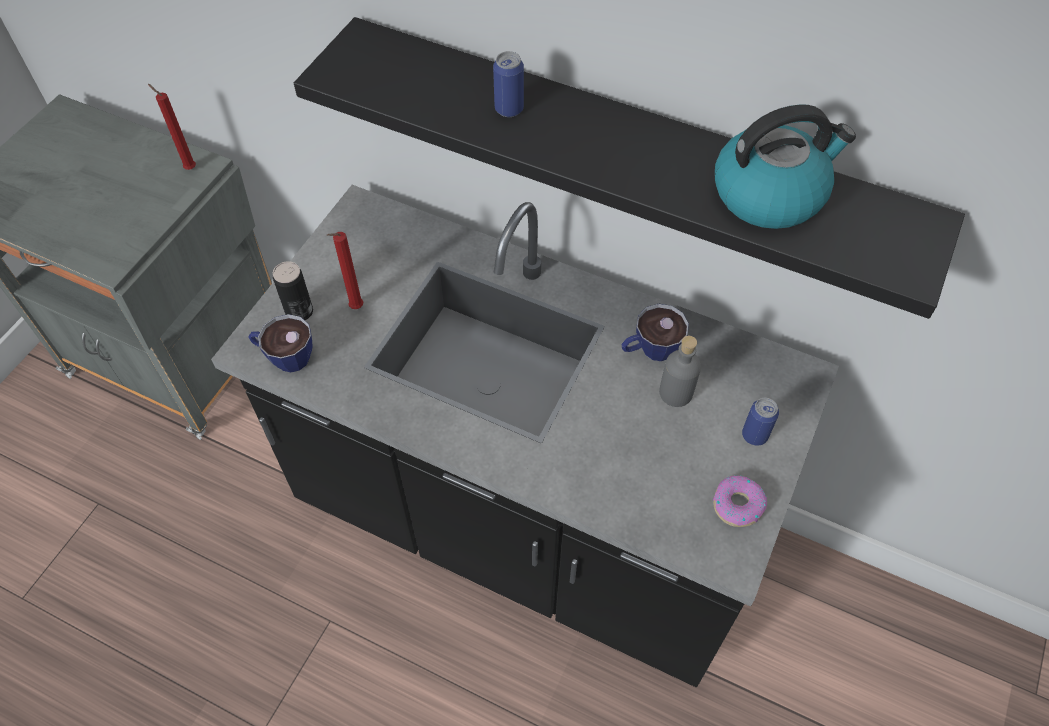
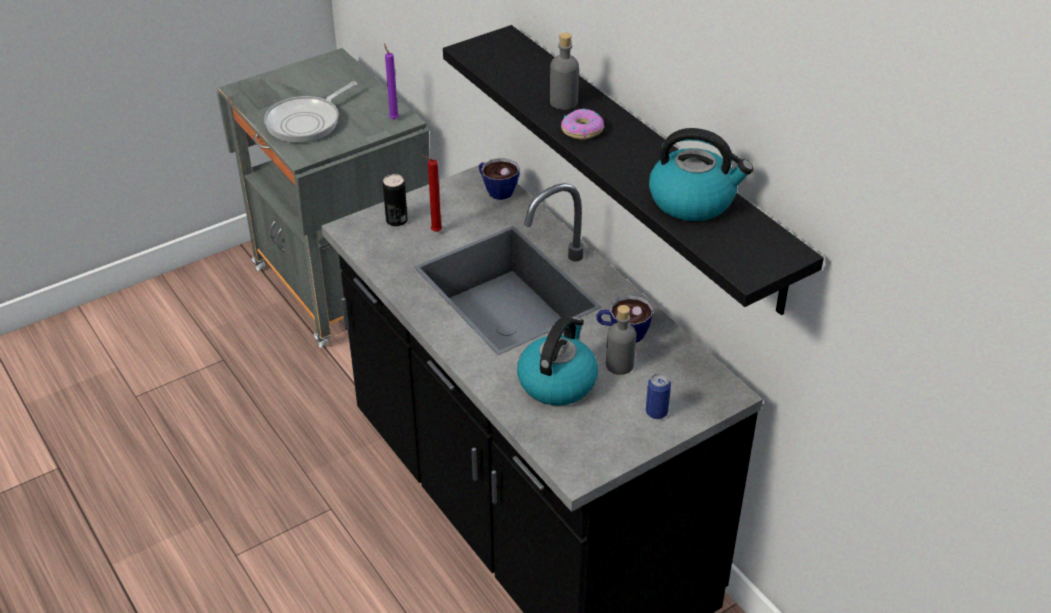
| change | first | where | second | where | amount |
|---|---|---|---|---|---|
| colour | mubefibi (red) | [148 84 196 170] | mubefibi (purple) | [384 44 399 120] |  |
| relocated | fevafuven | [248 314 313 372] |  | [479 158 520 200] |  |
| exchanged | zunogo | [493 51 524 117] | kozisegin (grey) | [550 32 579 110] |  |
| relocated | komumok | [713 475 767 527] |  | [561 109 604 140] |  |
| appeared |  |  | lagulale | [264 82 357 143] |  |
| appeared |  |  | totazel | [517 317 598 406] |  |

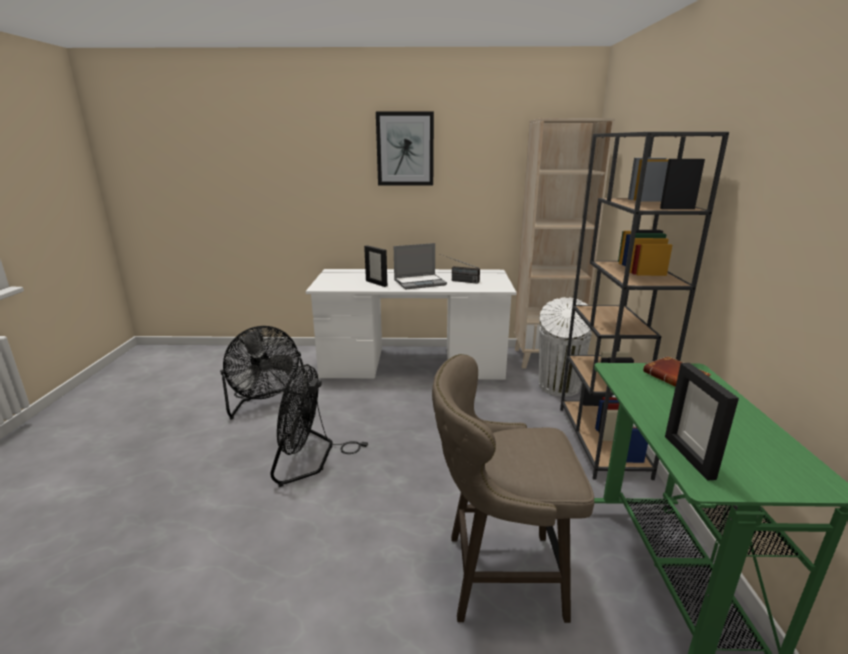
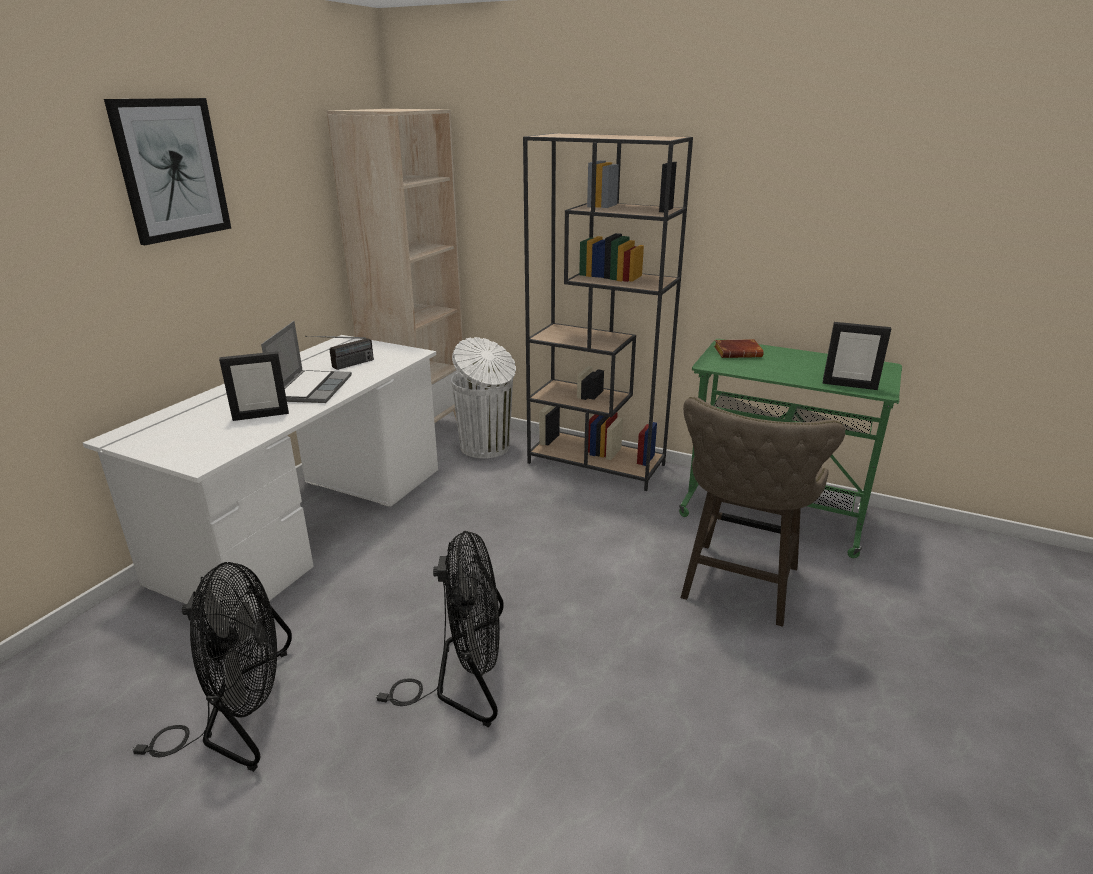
| change | first | where | second | where | amount |
|---|---|---|---|---|---|
| spun | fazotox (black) | [270 364 368 487] |  | [375 531 504 728] | 120 degrees counterclockwise |

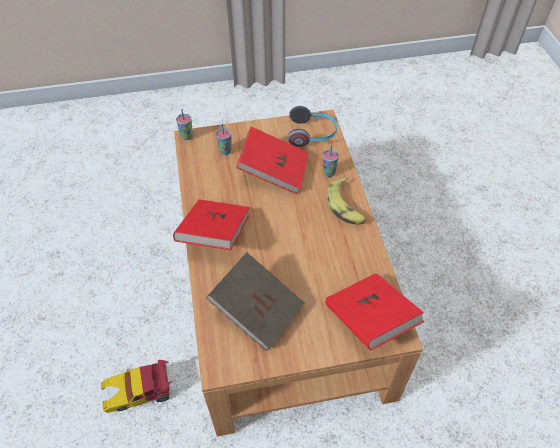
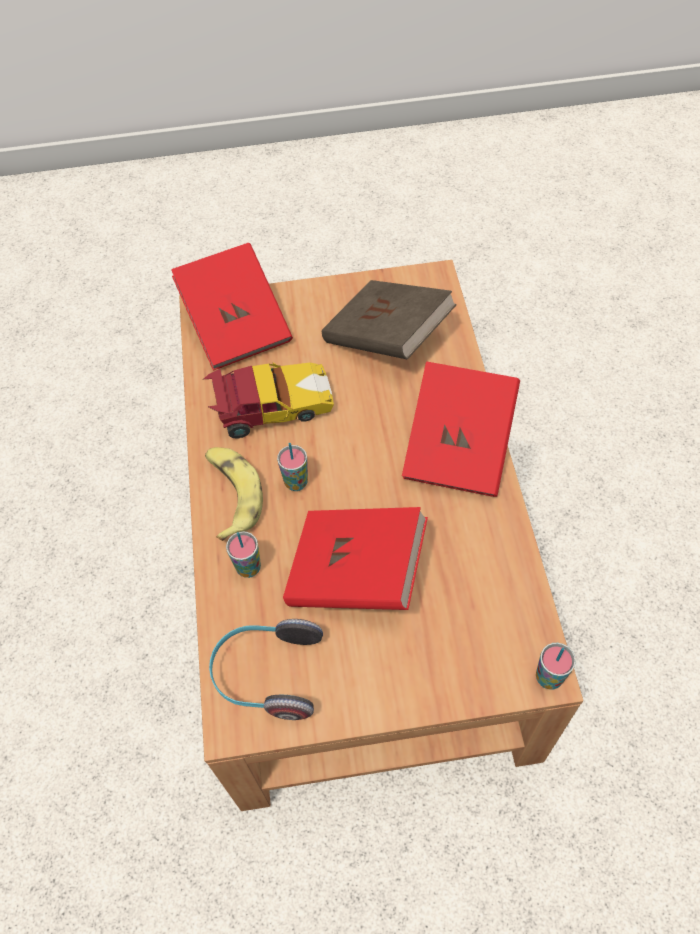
| change | first | where | second | where | amount |
|---|---|---|---|---|---|
| relocated | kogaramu | [101 360 172 413] |  | [204 362 334 438] |  |
| relocated | fevafuven | [216 124 232 155] |  | [277 443 308 491] |  |

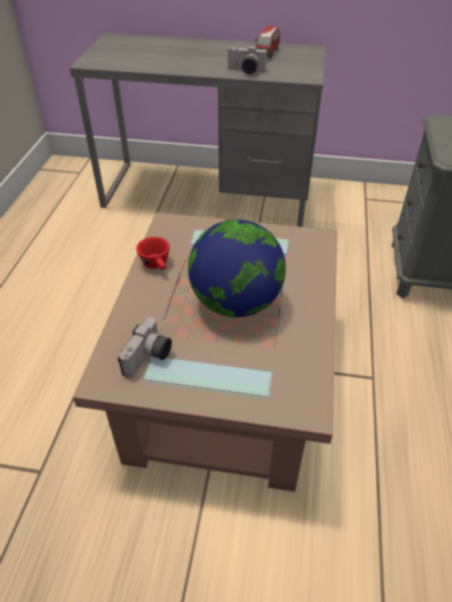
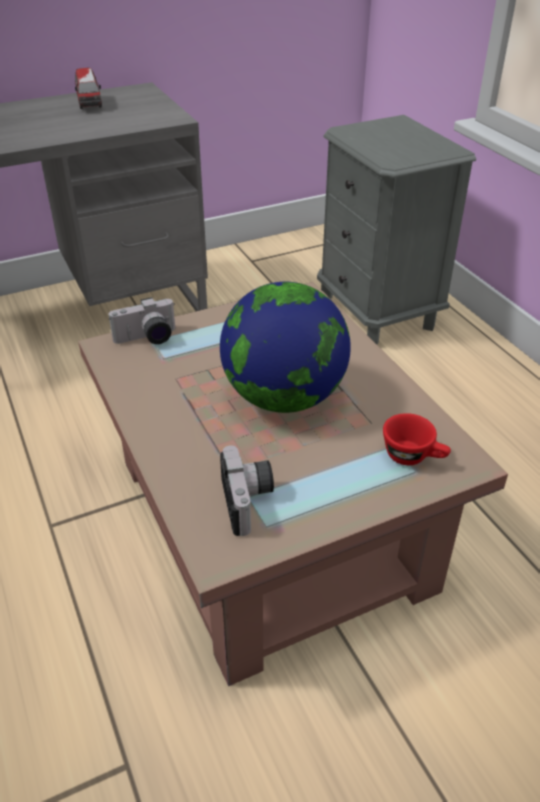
| change | first | where | second | where | amount |
|---|---|---|---|---|---|
| relocated | fevafuven (red) | [136 237 170 270] |  | [383 413 451 465] |  |
| relocated | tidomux | [227 45 267 74] |  | [108 297 175 344] |  |

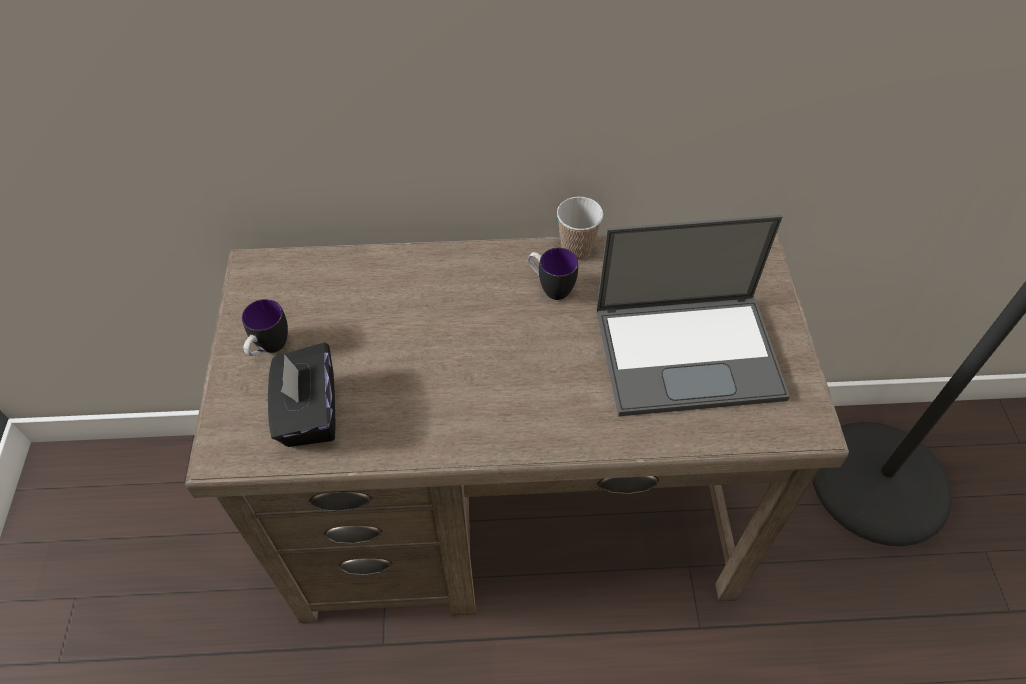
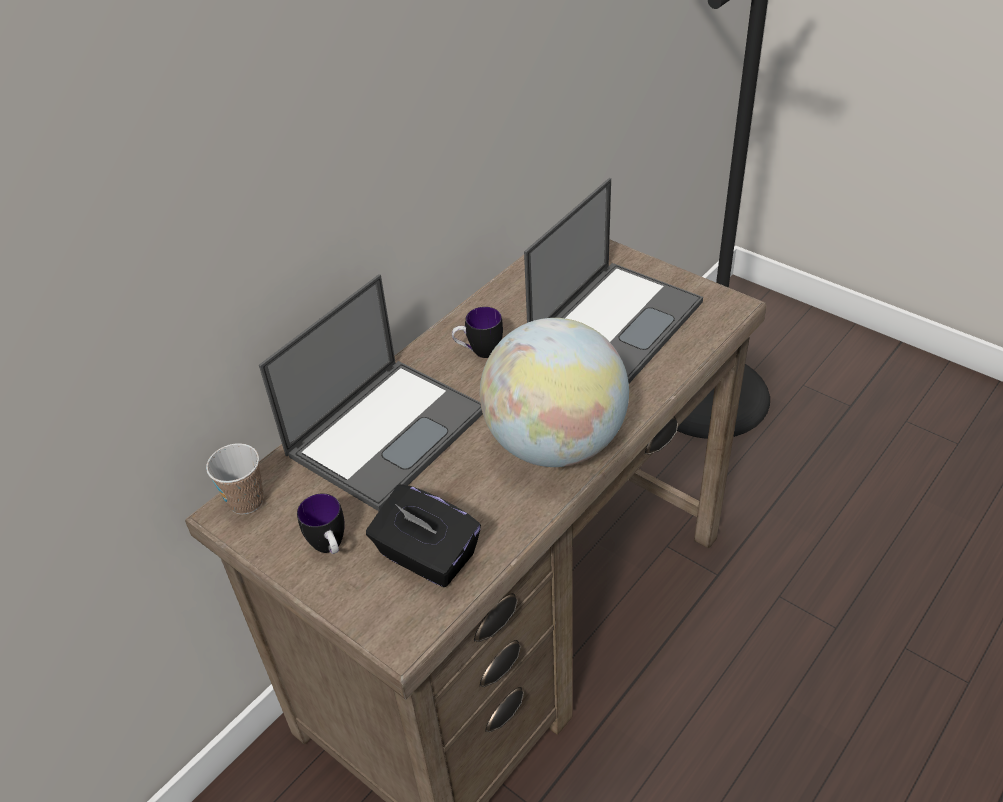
| change | first | where | second | where | amount |
|---|---|---|---|---|---|
| relocated | fevafuven | [557 197 604 260] |  | [206 443 263 514] |  |
| appeared |  |  | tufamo | [259 274 483 511] |  |
| appeared |  |  | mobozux | [480 318 629 467] |  |

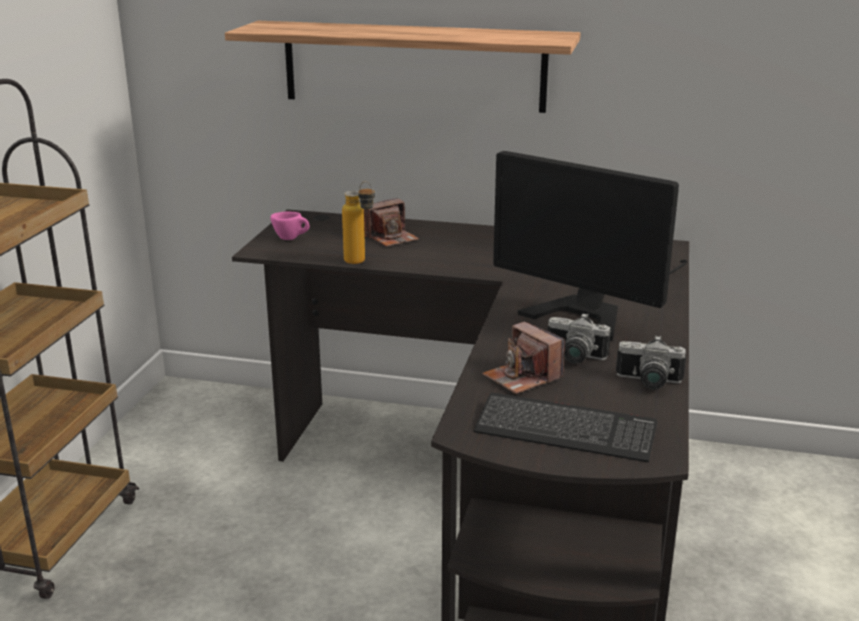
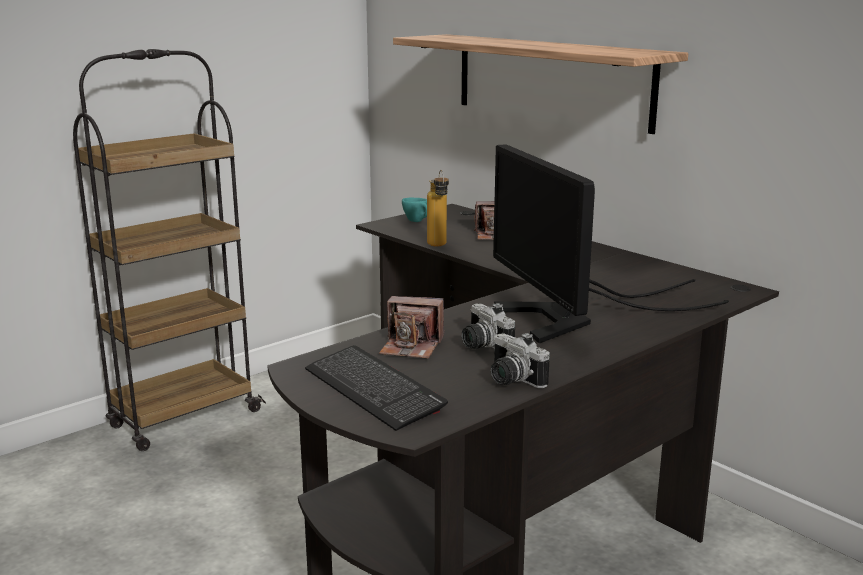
| change | first | where | second | where | amount |
|---|---|---|---|---|---|
| colour | fevafuven (pink) | [270 212 310 240] | fevafuven (turquoise) | [402 197 427 222] |  |
| spun | tidomux | [482 322 565 394] |  | [379 296 444 358] | 75 degrees counterclockwise |

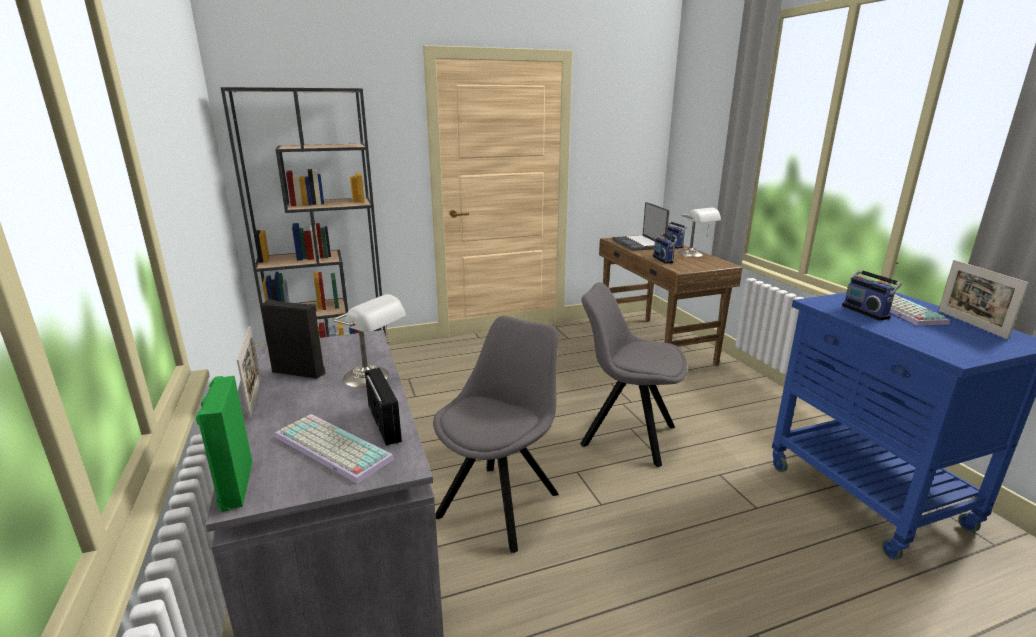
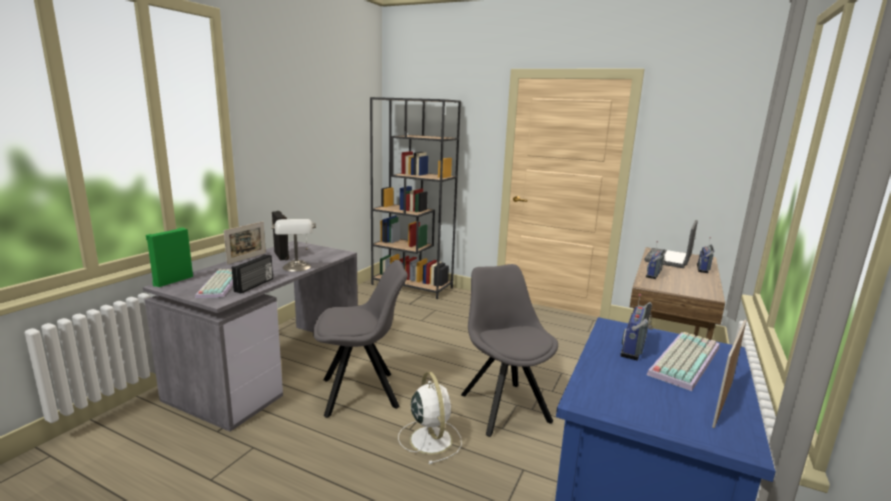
| change | first | where | second | where | amount |
|---|---|---|---|---|---|
| missing | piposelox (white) | [678 208 721 257] |  |  |  |
| appeared |  |  | fazotox (white) | [398 372 462 464] |  |

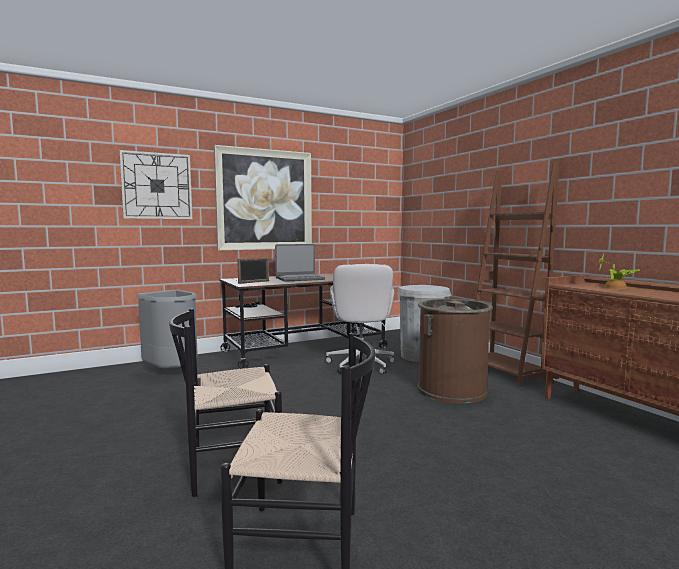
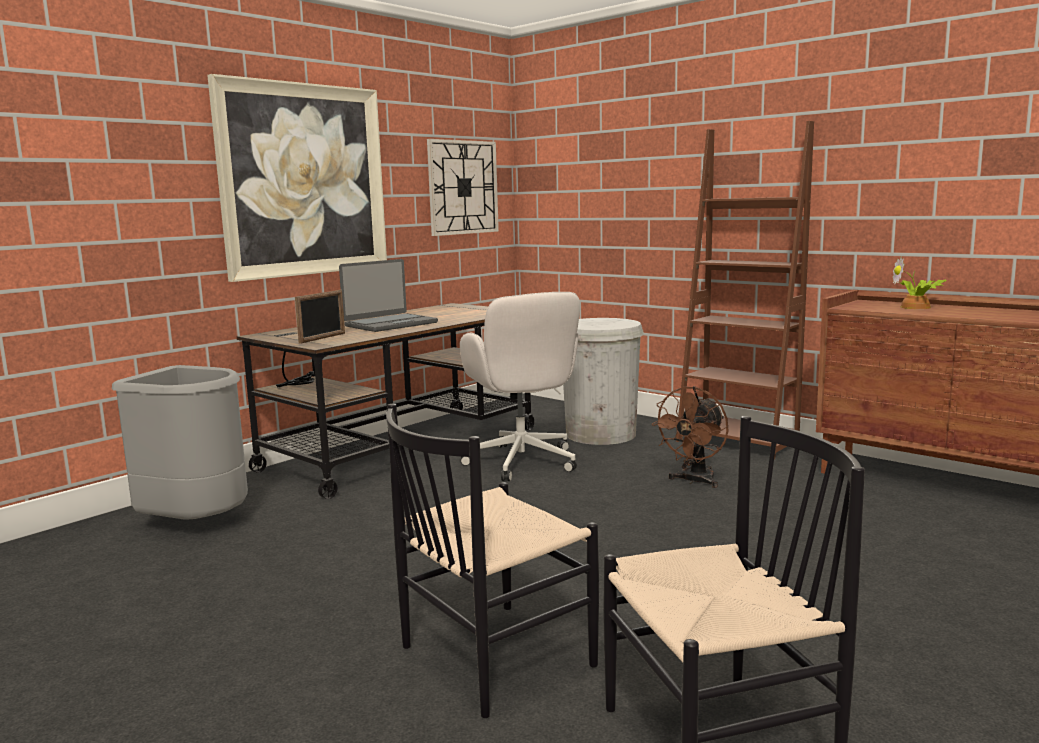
| change | first | where | second | where | amount |
|---|---|---|---|---|---|
| relocated | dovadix | [119 150 192 219] |  | [427 139 499 236] |  |
| exchanged | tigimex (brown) | [418 299 493 403] | fazotox (brown) | [651 386 729 488] |  |

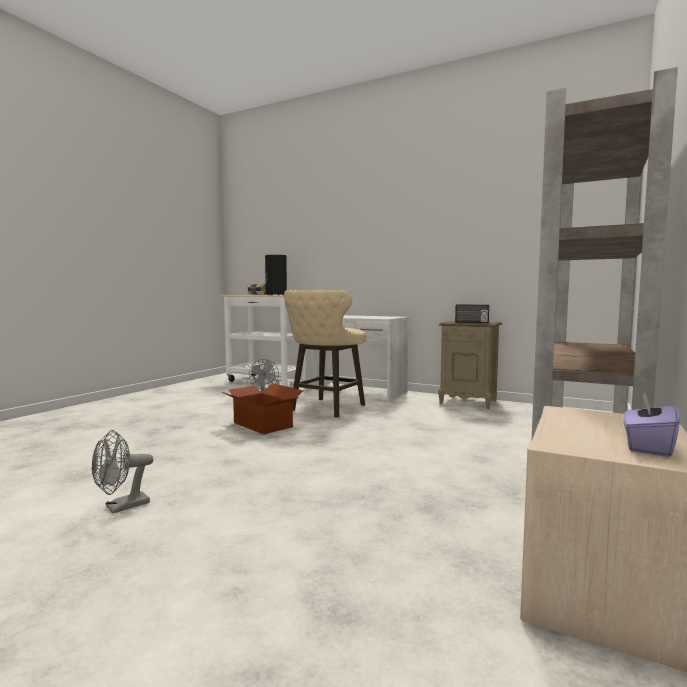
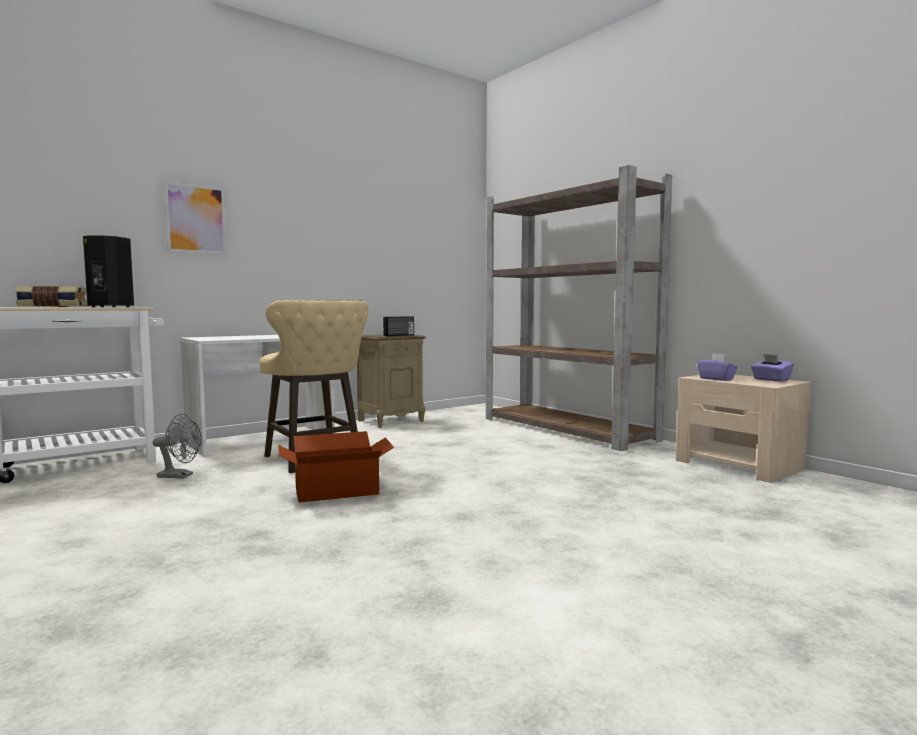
| change | first | where | second | where | amount |
|---|---|---|---|---|---|
| missing | fazotox (grey) | [92 430 153 513] |  |  |  |
| appeared |  |  | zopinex | [164 181 227 255] |  |
| appeared |  |  | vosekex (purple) | [697 353 738 381] |  |

